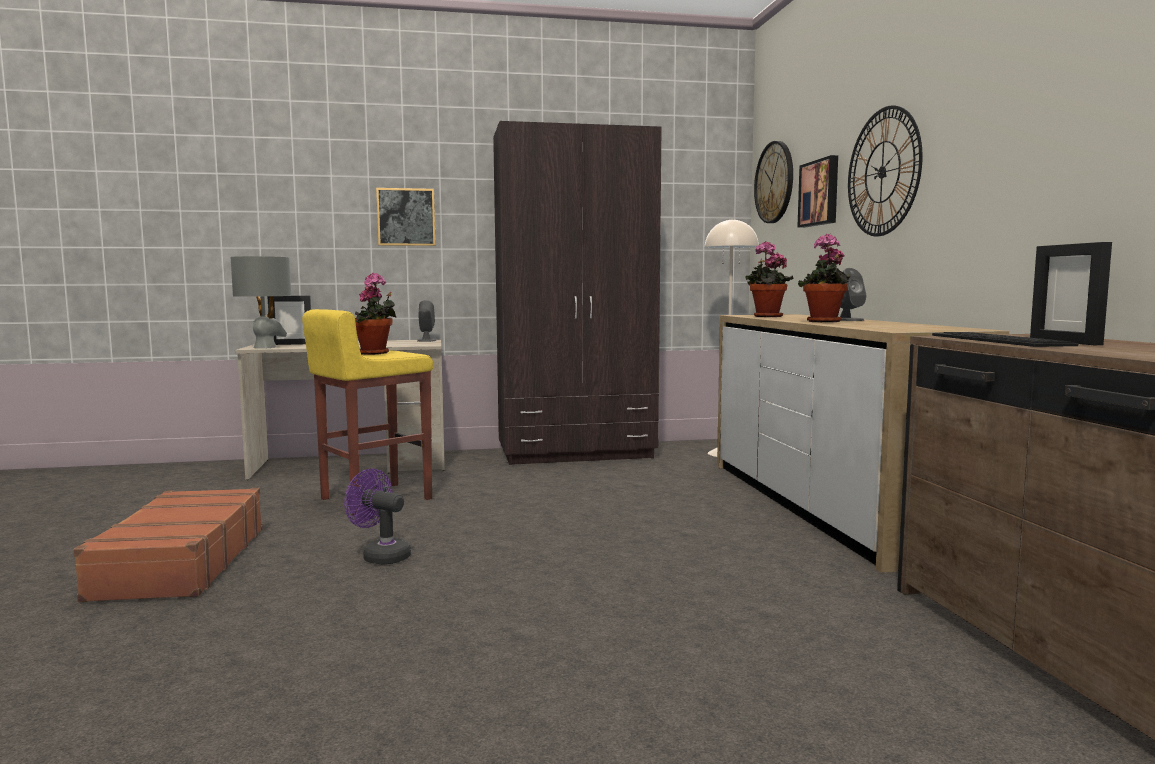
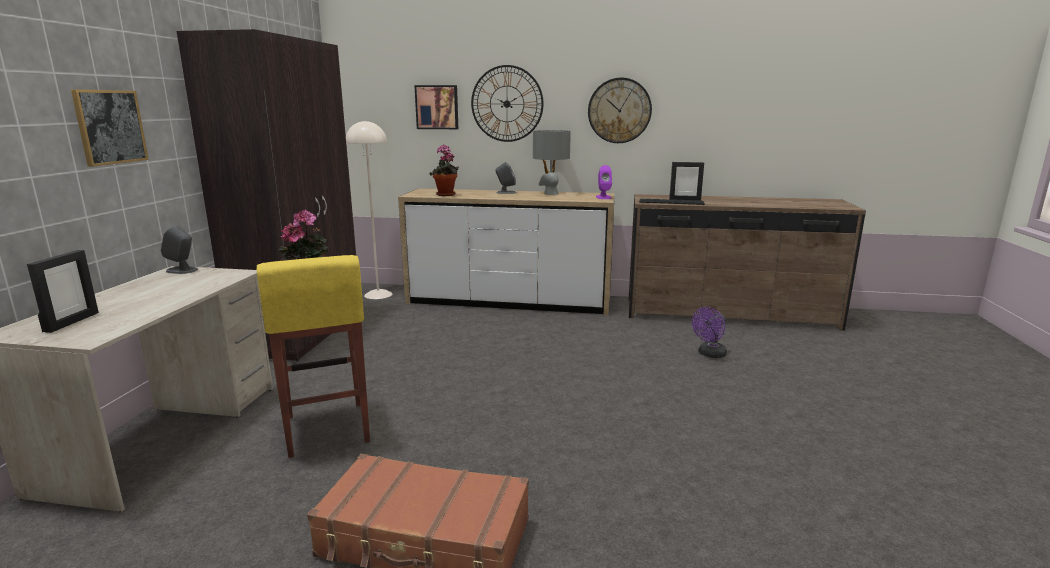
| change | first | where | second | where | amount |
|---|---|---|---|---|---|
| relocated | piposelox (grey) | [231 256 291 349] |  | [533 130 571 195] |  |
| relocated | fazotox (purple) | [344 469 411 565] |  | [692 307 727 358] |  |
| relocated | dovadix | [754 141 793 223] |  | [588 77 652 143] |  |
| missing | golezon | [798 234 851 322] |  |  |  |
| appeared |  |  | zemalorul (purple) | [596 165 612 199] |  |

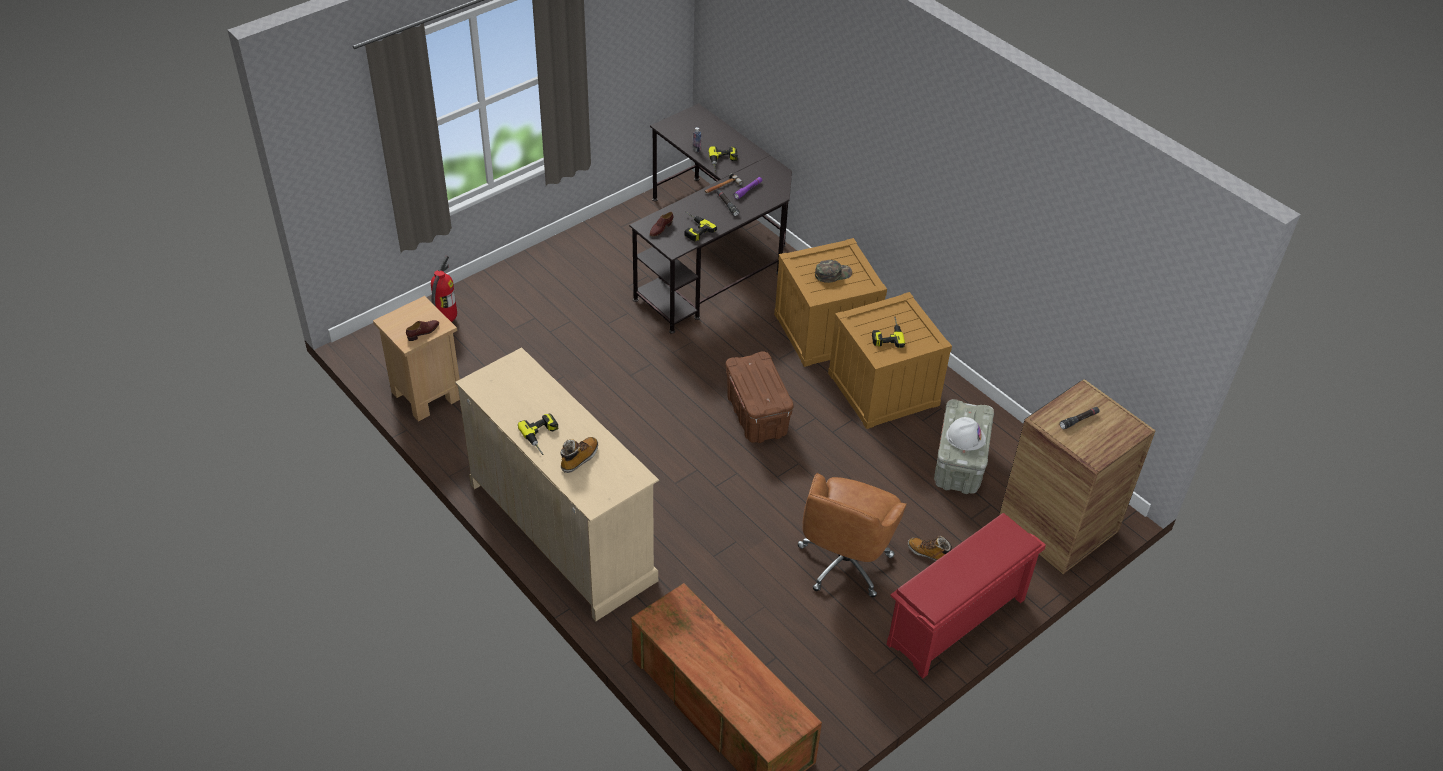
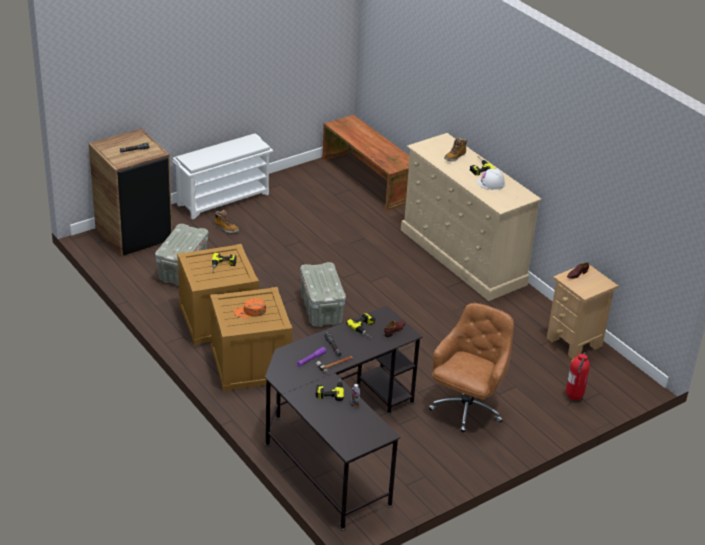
| change | first | where | second | where | amount |
|---|---|---|---|---|---|
| colour | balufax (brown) | [726 352 794 443] | balufax (grey) | [300 262 346 327] |  |
| relocated | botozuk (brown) | [798 473 907 597] |  | [429 303 514 432] |  |
| colour | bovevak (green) | [815 260 852 283] | bovevak (orange) | [234 298 266 318] |  |
| colour | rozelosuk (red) | [886 513 1046 678] | rozelosuk (white) | [172 133 273 219] |  |
| relocated | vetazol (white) | [946 417 986 451] |  | [477 169 505 190] |  |

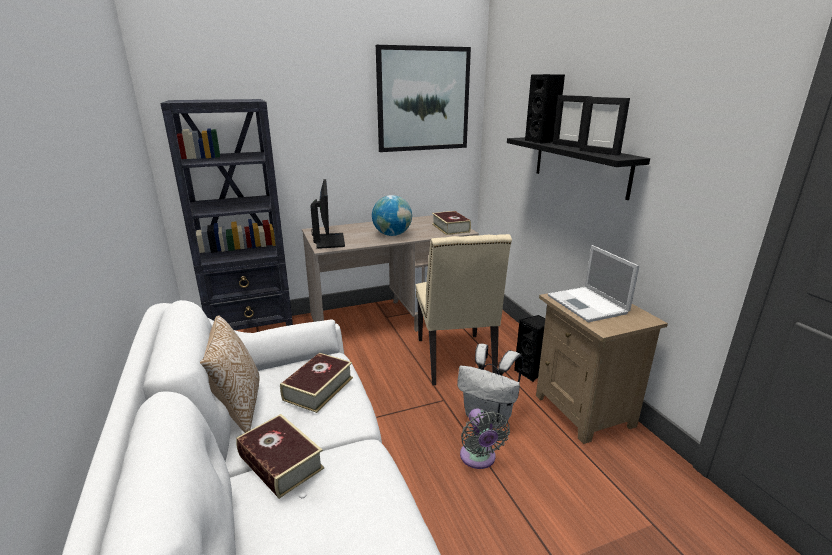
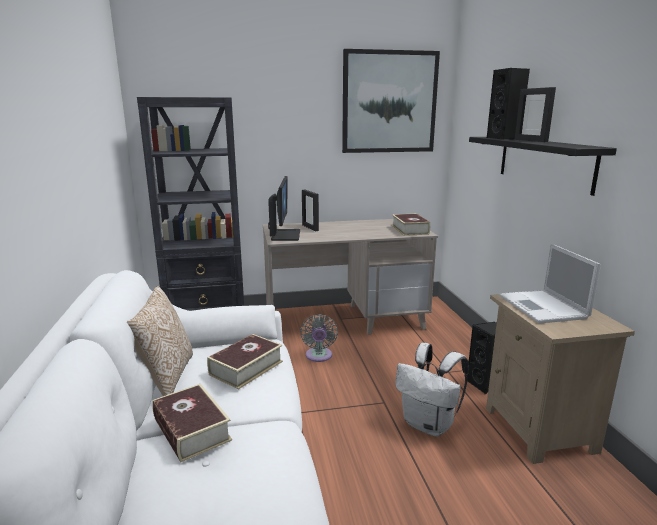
| change | first | where | second | where | amount |
|---|---|---|---|---|---|
| missing | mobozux | [372 195 412 236] |  |  |  |
| missing | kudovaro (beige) | [415 234 512 385] |  |  |  |
| relocated | fazotox (grey) | [460 409 510 469] |  | [300 315 338 362] |  |
| relocated | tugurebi | [579 97 630 156] |  | [302 190 319 231] |  |

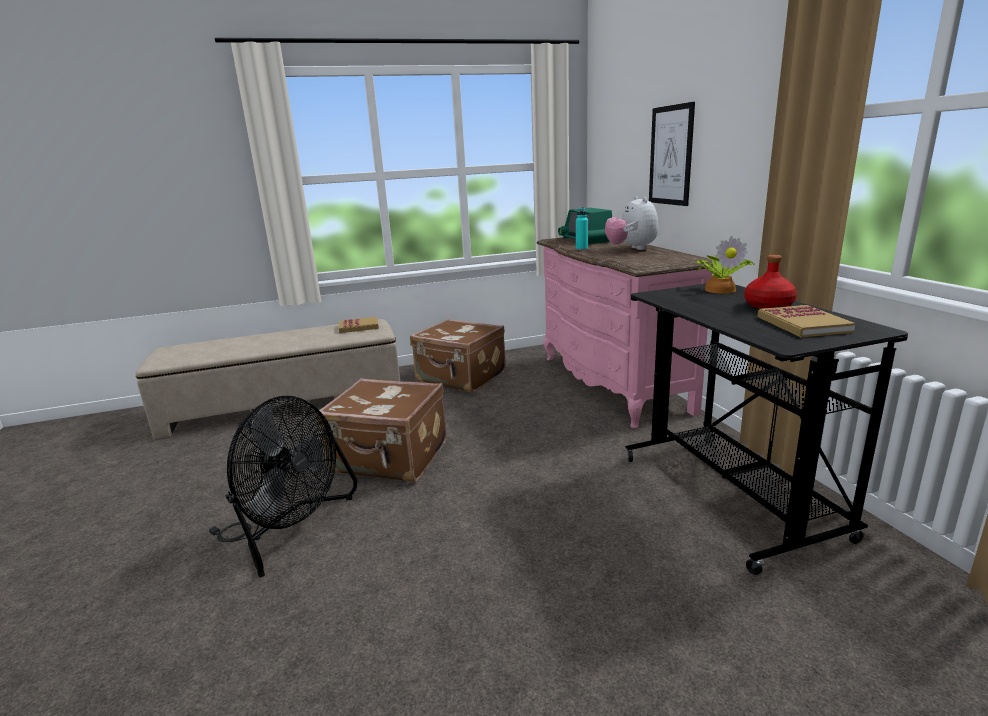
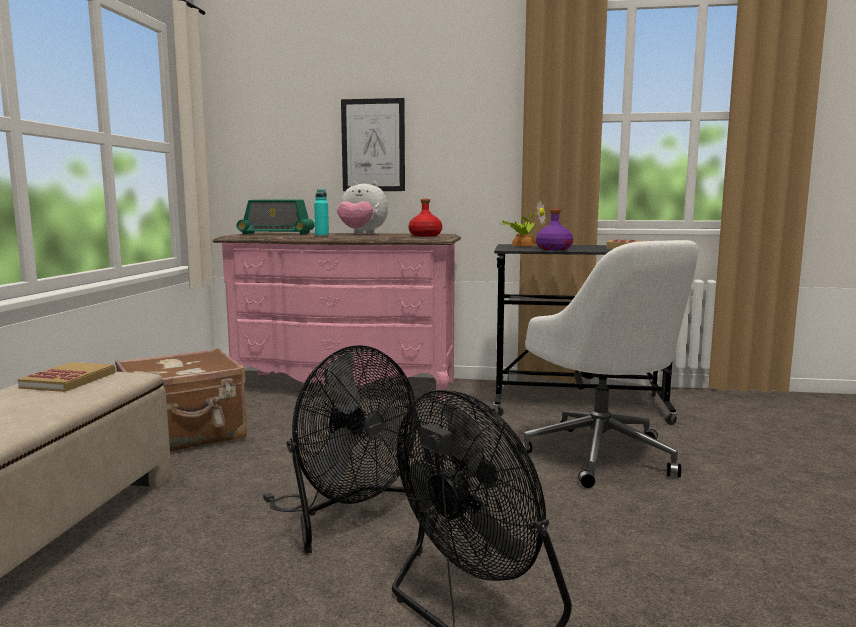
| change | first | where | second | where | amount |
|---|---|---|---|---|---|
| exchanged | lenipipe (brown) | [316 378 447 482] | fazotox (black) | [263 345 433 554] |  |
| relocated | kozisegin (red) | [744 255 797 309] |  | [408 199 442 237] |  |
| appeared |  |  | botozuk (white) | [516 240 698 488] |  |
| appeared |  |  | kozisegin (purple) | [536 209 573 250] |  |

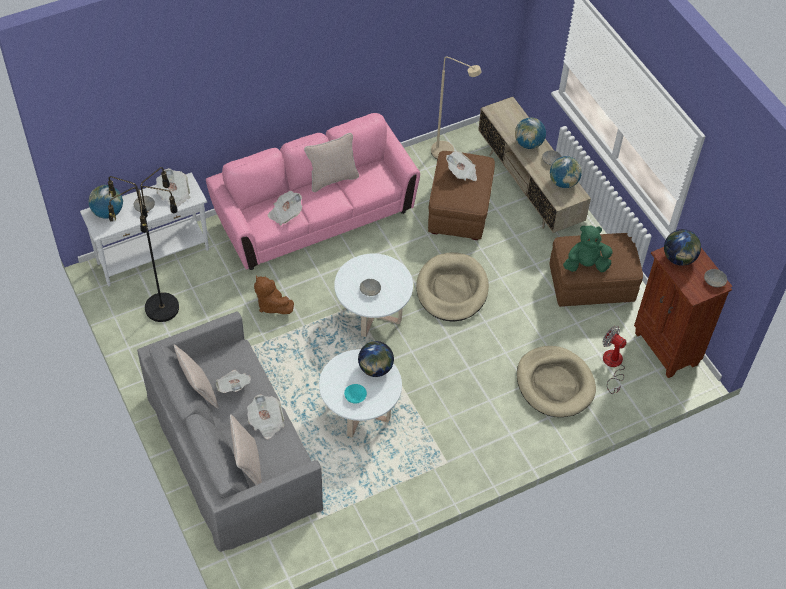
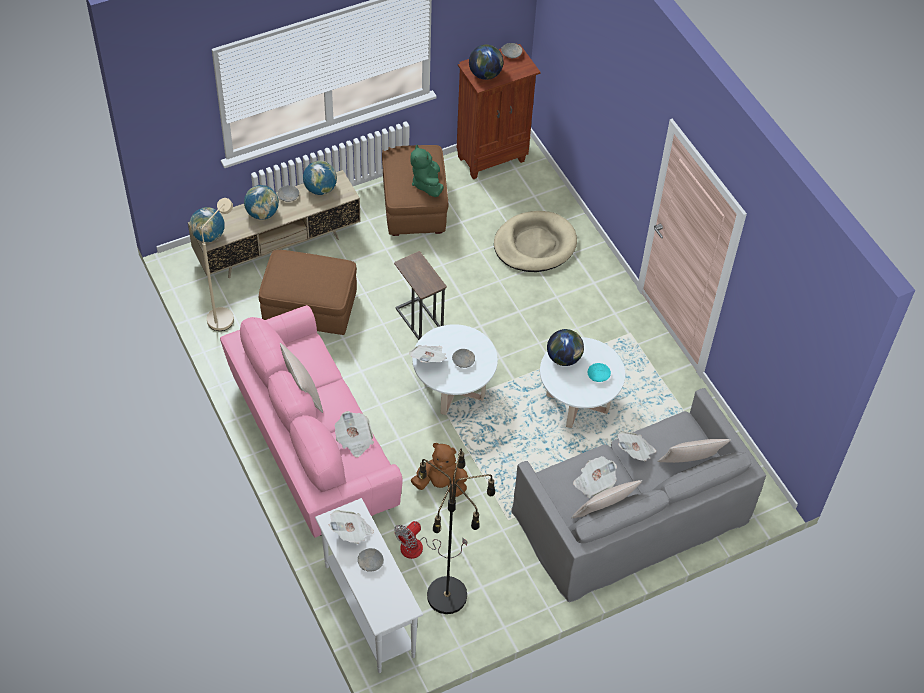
| change | first | where | second | where | amount |
|---|---|---|---|---|---|
| relocated | mobozux | [89 185 123 219] |  | [189 207 225 242] |  |
| spun | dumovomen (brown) | [254 276 294 314] |  | [411 443 468 497] | 135 degrees counterclockwise |
| exchanged | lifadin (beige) | [416 252 489 322] | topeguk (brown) | [394 251 447 340] |  |
| relocated | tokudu | [446 151 477 181] |  | [409 345 447 362] |  |
| relocated | fazotox | [602 326 626 394] |  | [394 521 467 559] |  |

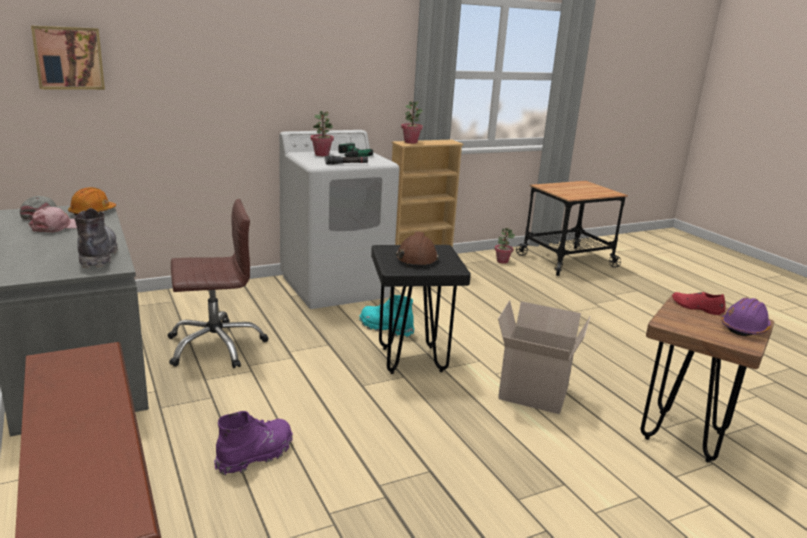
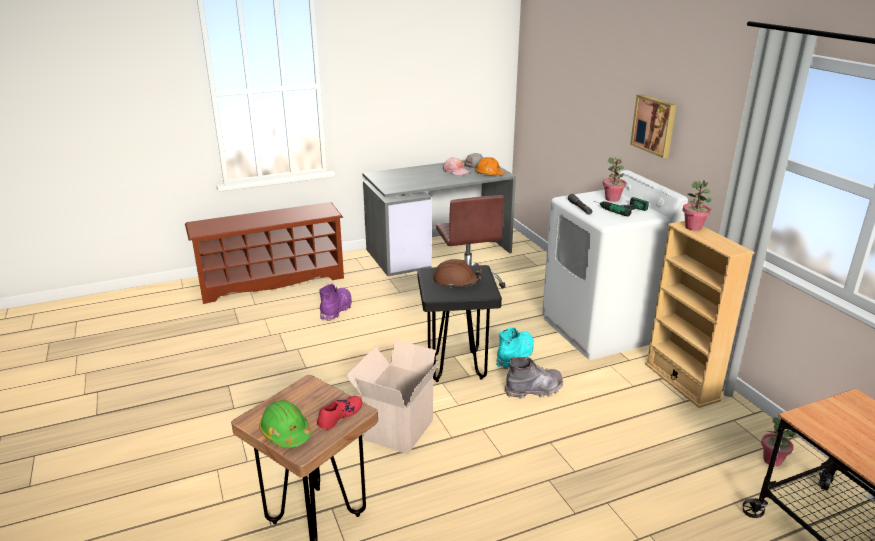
| change | first | where | second | where | amount |
|---|---|---|---|---|---|
| relocated | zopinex | [31 25 105 90] |  | [630 94 676 158] |  |
| relocated | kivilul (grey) | [74 208 118 268] |  | [504 357 563 399] |  |
| spun | kivilul (purple) | [214 411 293 476] |  | [319 284 352 321] | 120 degrees counterclockwise |
| colour | vetazol (purple) | [721 298 771 337] | vetazol (green) | [259 400 311 448] |  |

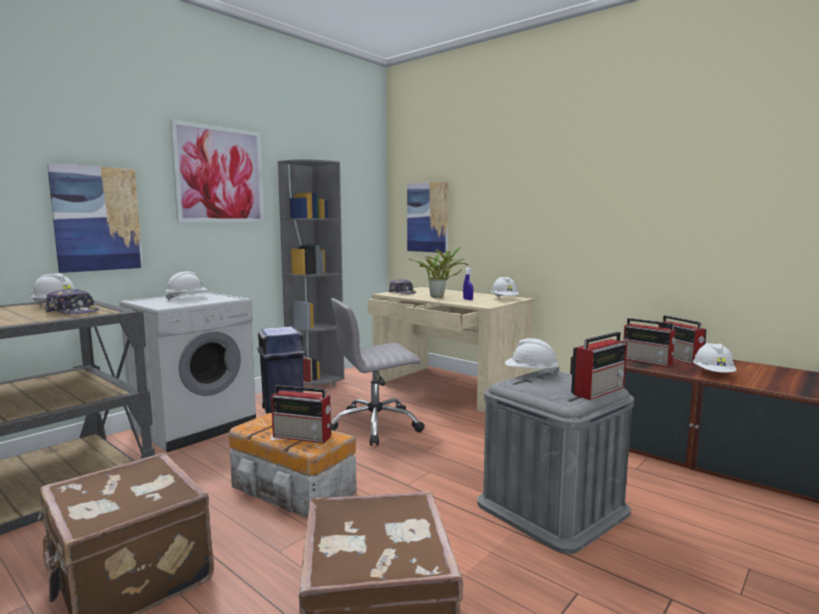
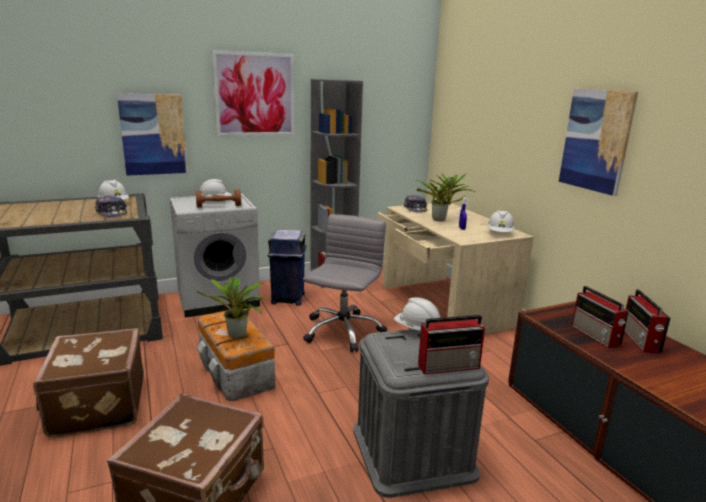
| change | first | where | second | where | amount |
|---|---|---|---|---|---|
| exchanged | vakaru | [271 385 332 443] | golezon | [196 277 264 339] |  |
| spun | botozuk (grey) | [331 298 425 446] |  | [303 214 387 352] | 105 degrees clockwise |
| relocated | zopinex | [407 181 449 253] |  | [559 89 638 196] |  |
| missing | vetazol (white) | [693 343 736 373] |  |  |  |
| appeared |  |  | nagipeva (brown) | [196 189 241 208] |  |

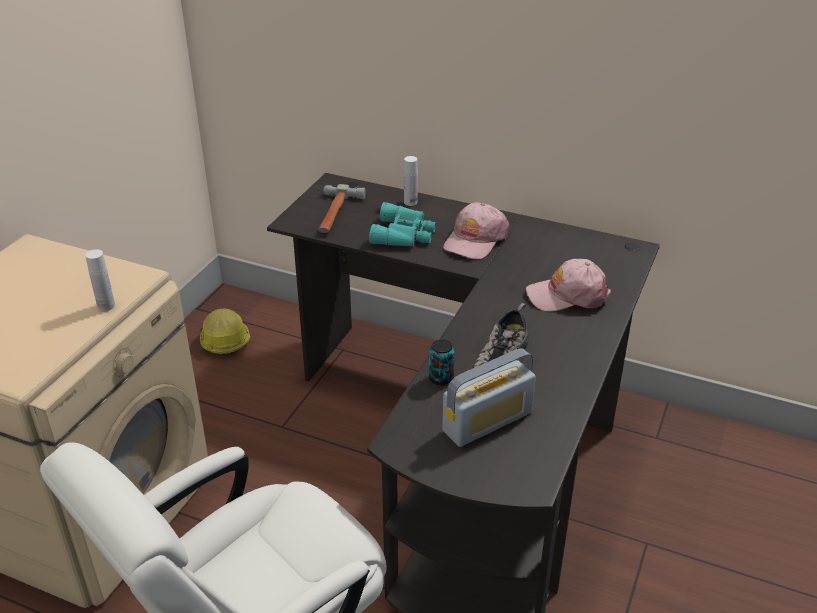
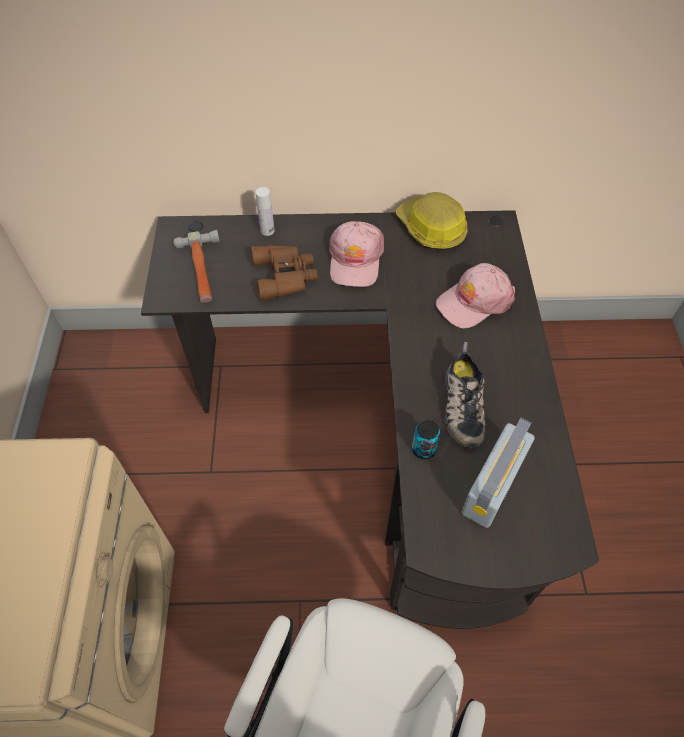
| change | first | where | second | where | amount |
|---|---|---|---|---|---|
| missing | kozisegin (white) | [85 249 115 311] |  |  |  |
| relocated | vetazol | [200 309 250 356] |  | [396 192 468 249] |  |
| colour | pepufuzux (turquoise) | [369 202 436 246] | pepufuzux (brown) | [251 245 318 300] |  |

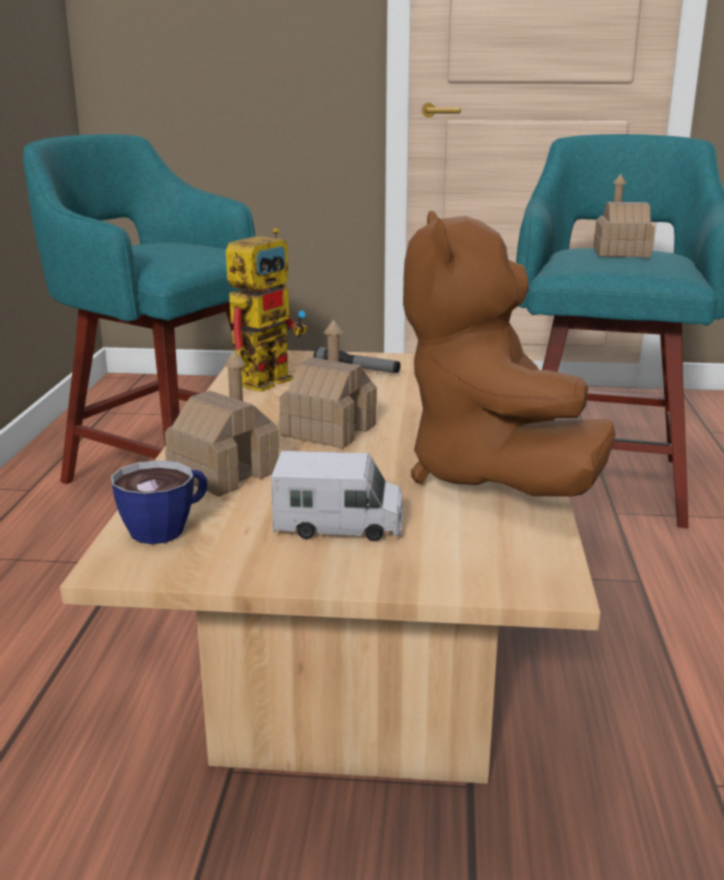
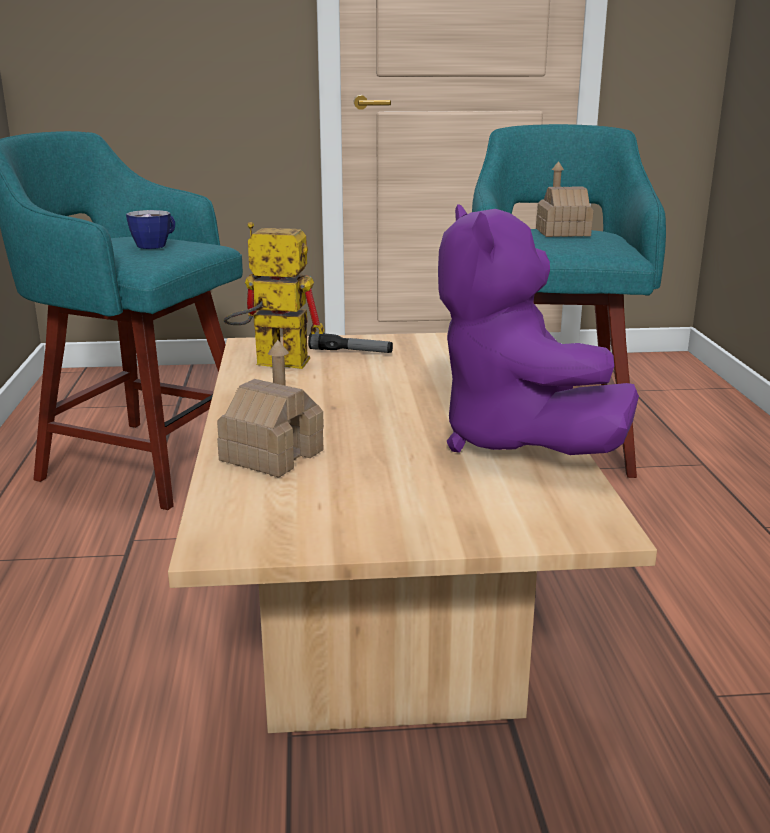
| change | first | where | second | where | amount |
|---|---|---|---|---|---|
| relocated | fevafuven | [111 460 208 544] |  | [126 210 175 249] |  |
| spun | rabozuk | [226 228 307 392] |  | [224 222 324 369] | 105 degrees counterclockwise |
| missing | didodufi | [271 451 403 541] |  |  |  |
| missing | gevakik | [279 319 377 449] |  |  |  |
| colour | dumovomen (brown) | [403 210 616 497] | dumovomen (purple) | [438 204 639 455] |  |

